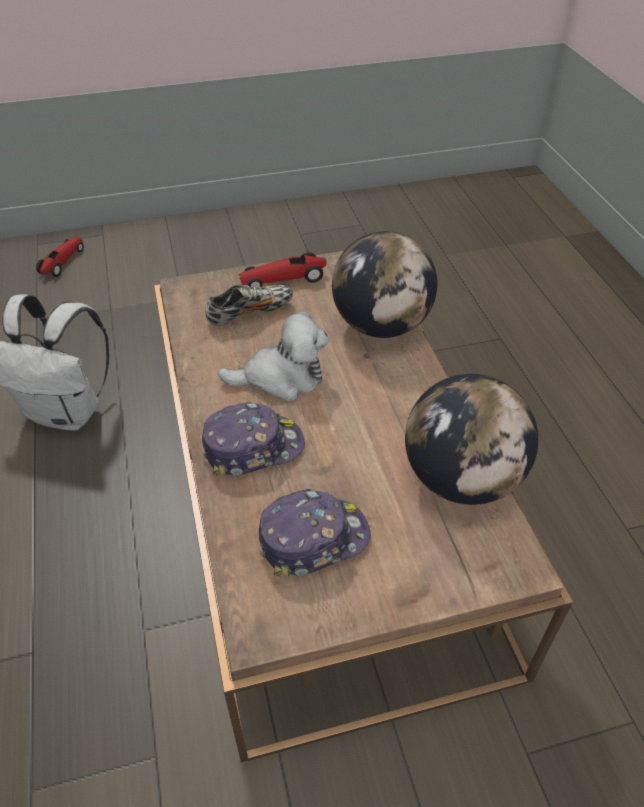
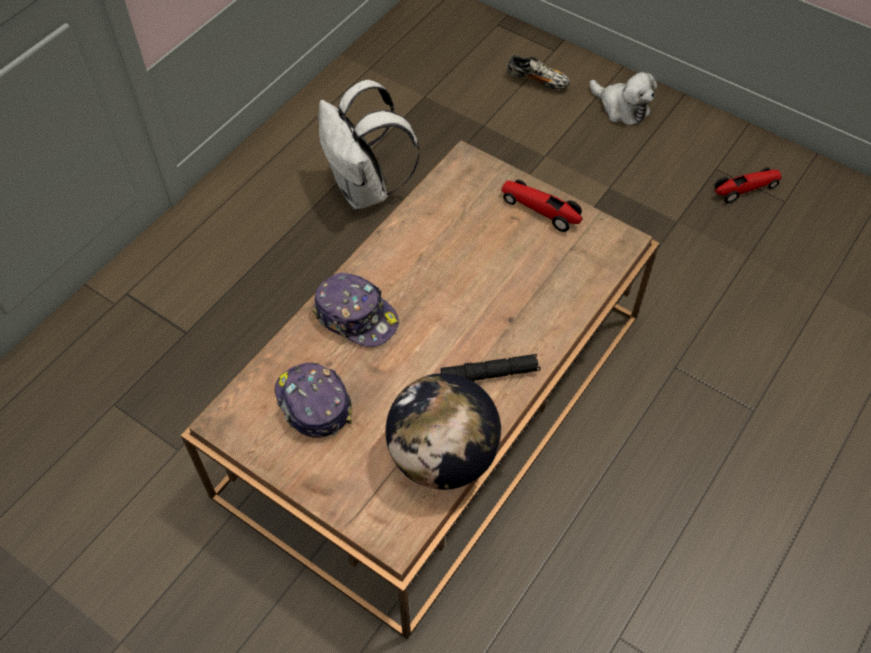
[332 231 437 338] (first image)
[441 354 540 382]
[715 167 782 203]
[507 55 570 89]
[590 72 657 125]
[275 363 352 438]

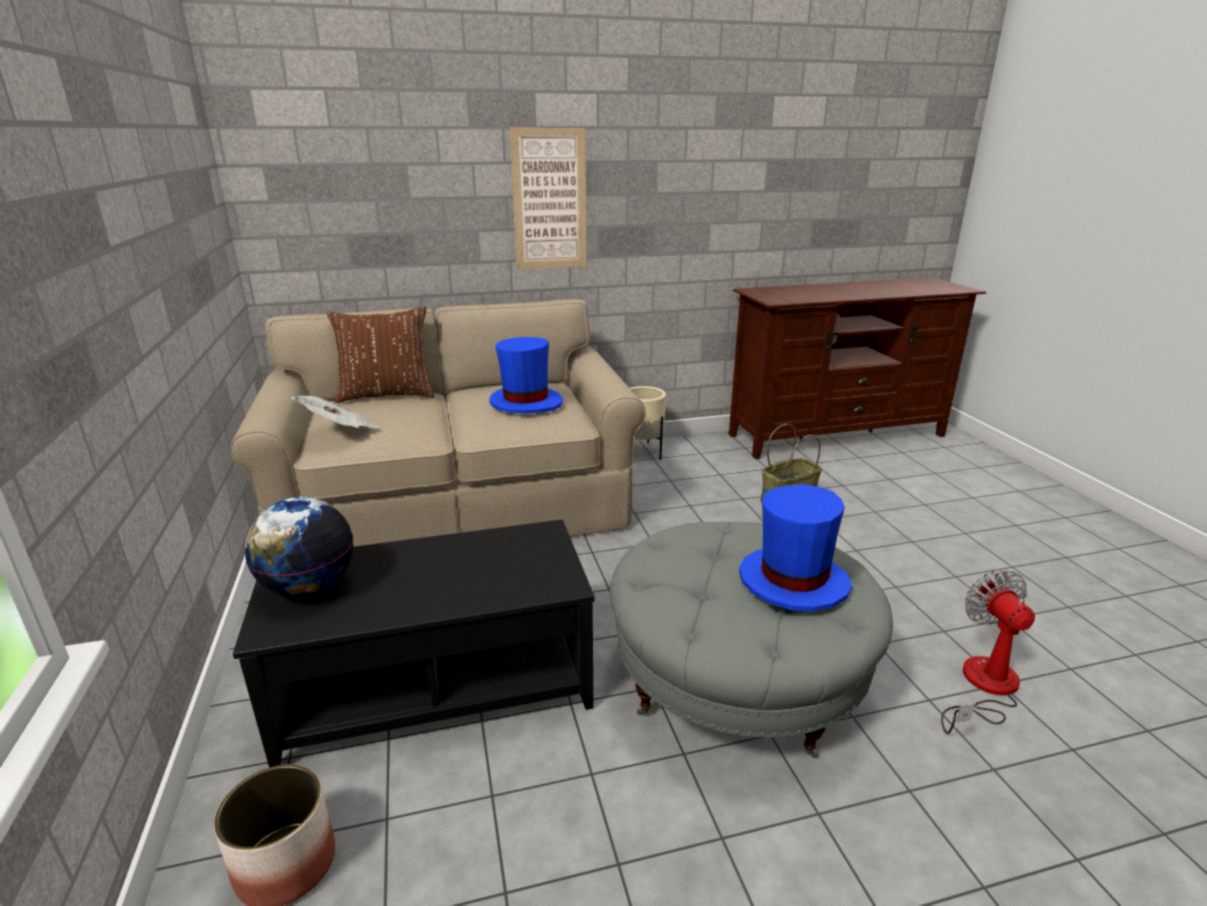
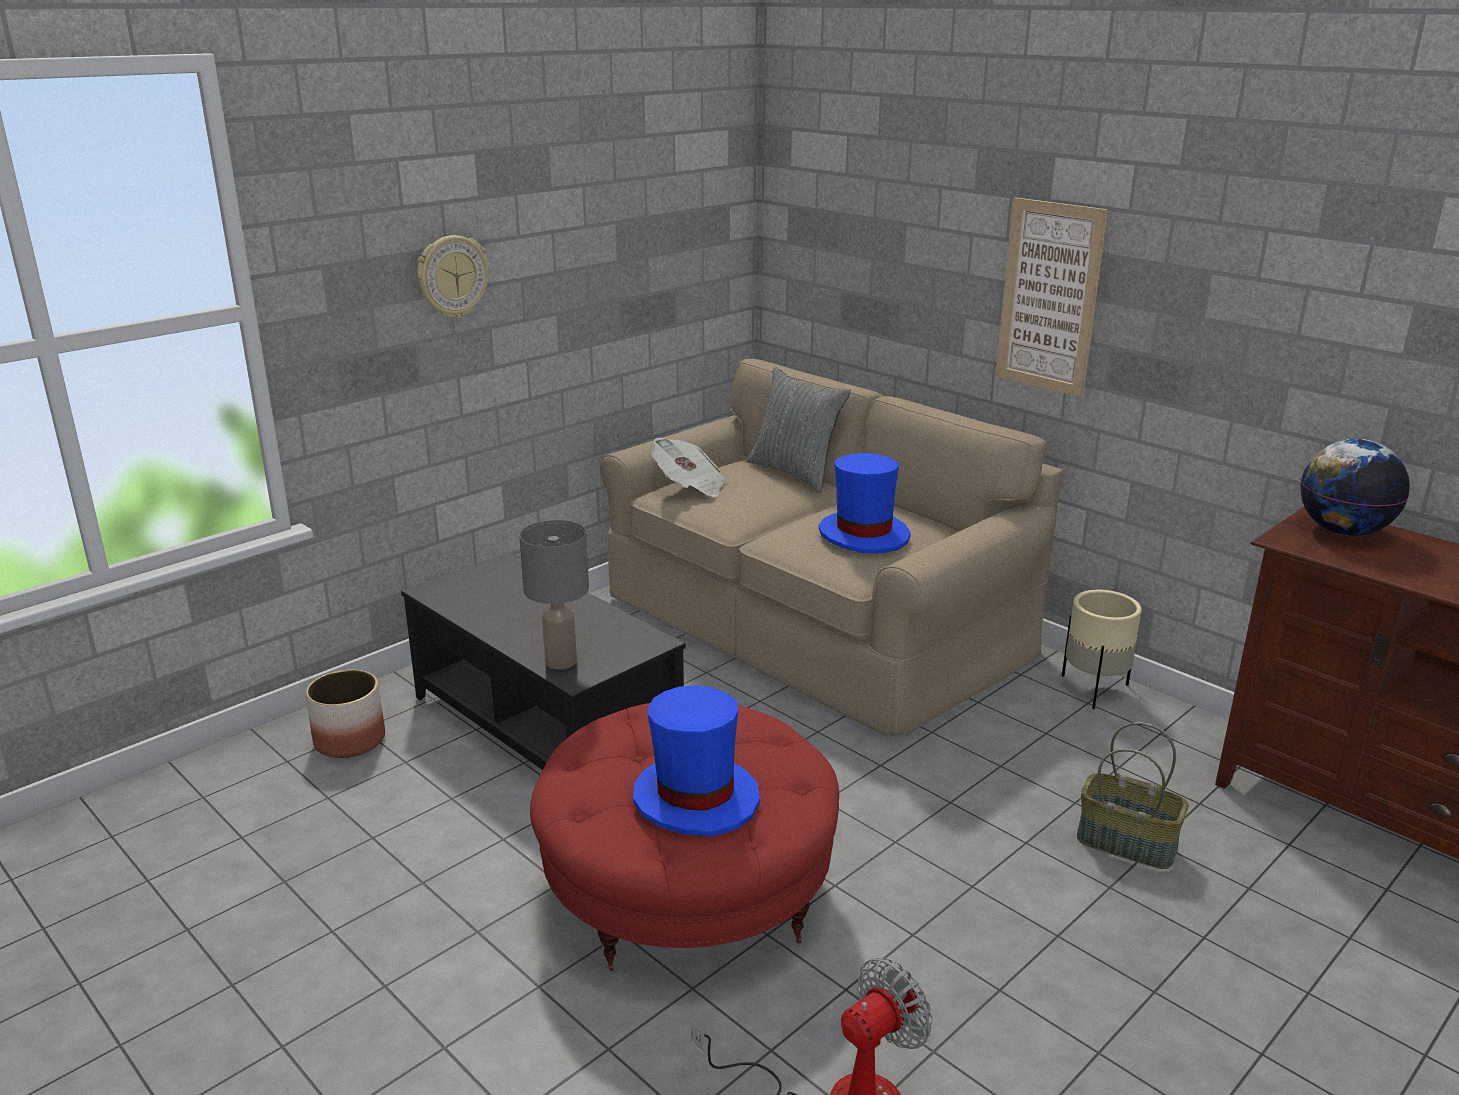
[417 235 489 318]
[519 520 589 669]
[1300 439 1410 536]
[747 367 851 493]
[530 703 839 971]

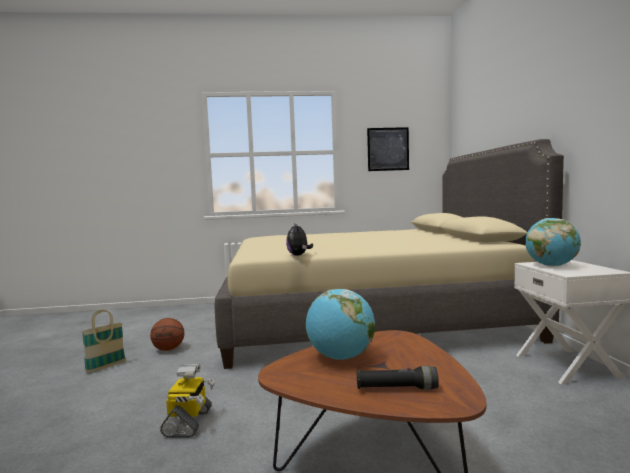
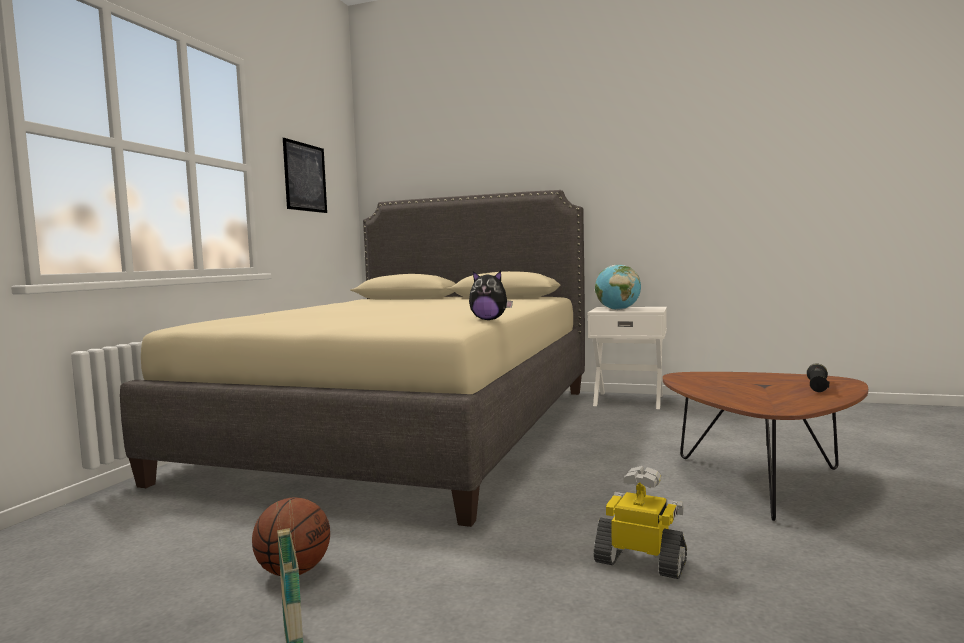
[306 289 375 360] (first image)

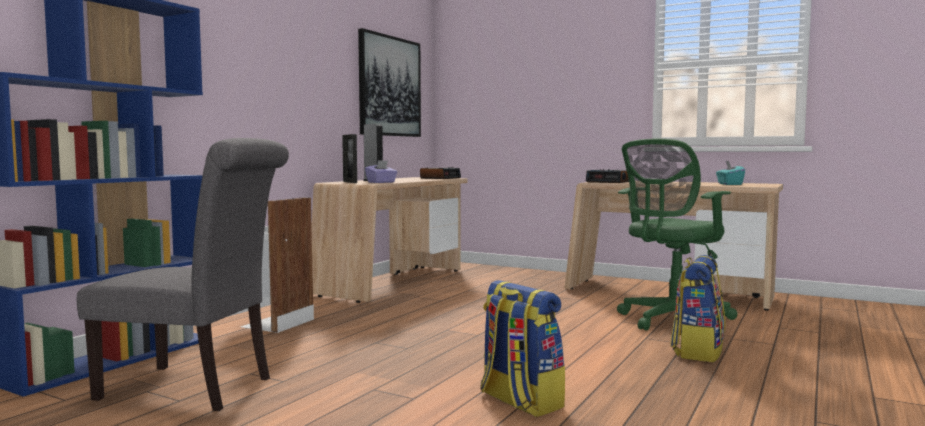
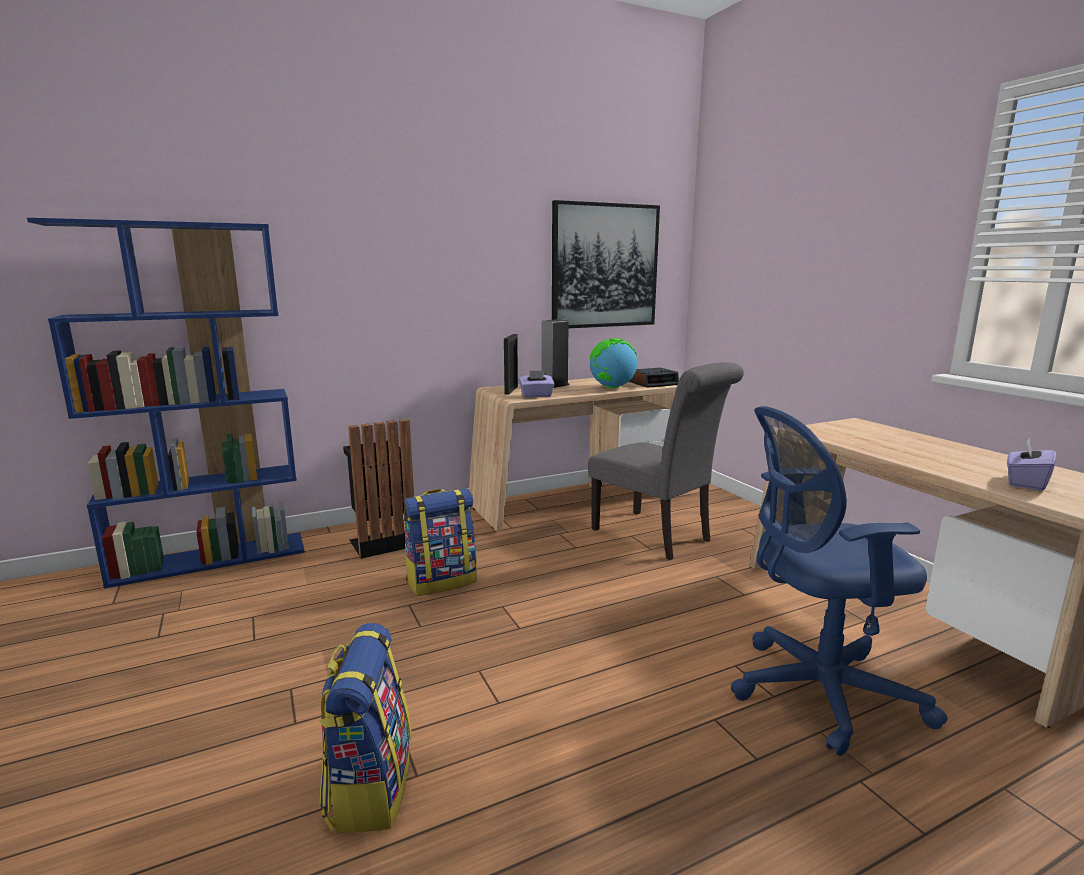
[586 169 629 183] (first image)
[590 338 637 388]
[588 362 744 560]
[403 488 477 596]
[343 419 414 559]
[731 406 948 756]
[1007 438 1056 491]

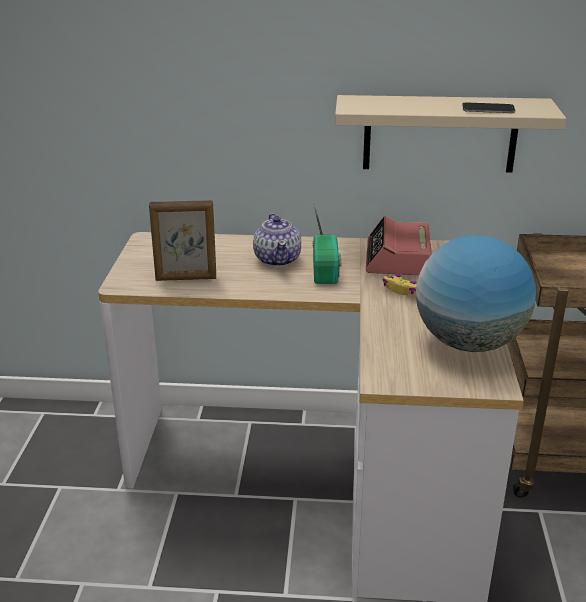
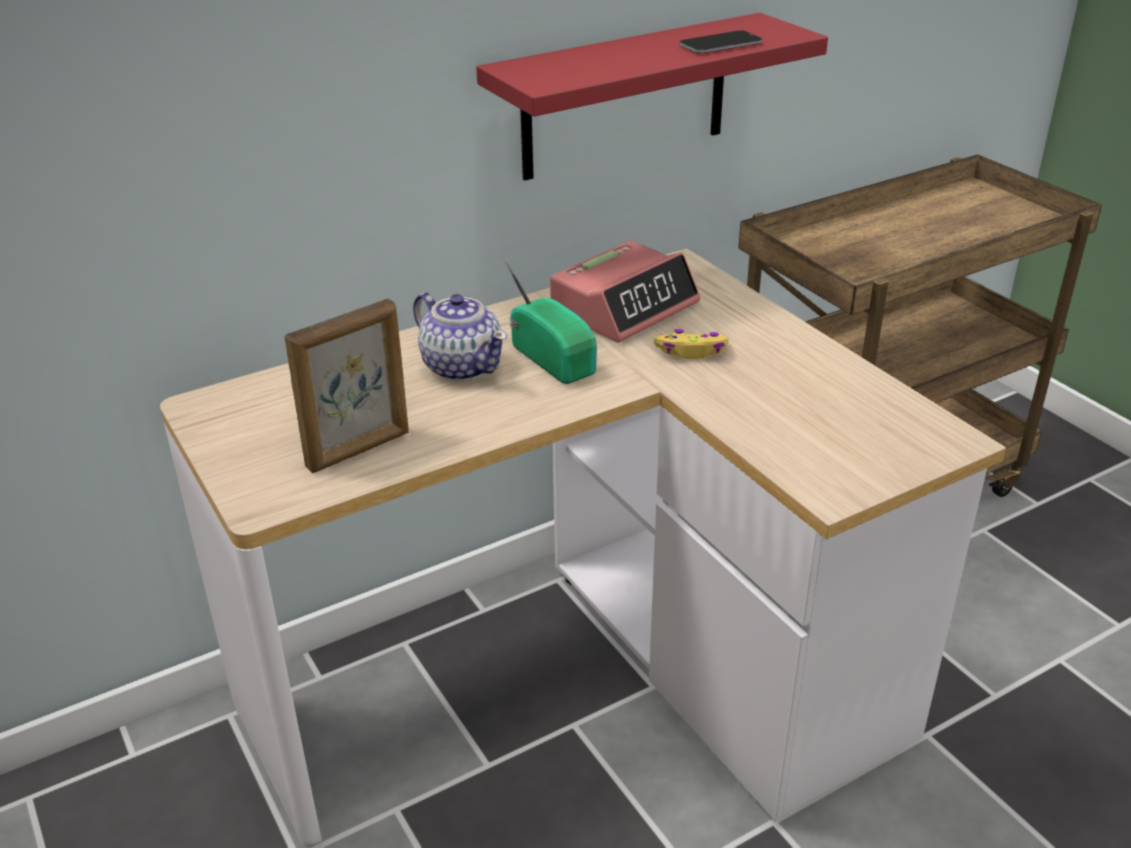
[416 235 536 352] (first image)
[476 13 828 180]
[550 241 700 343]

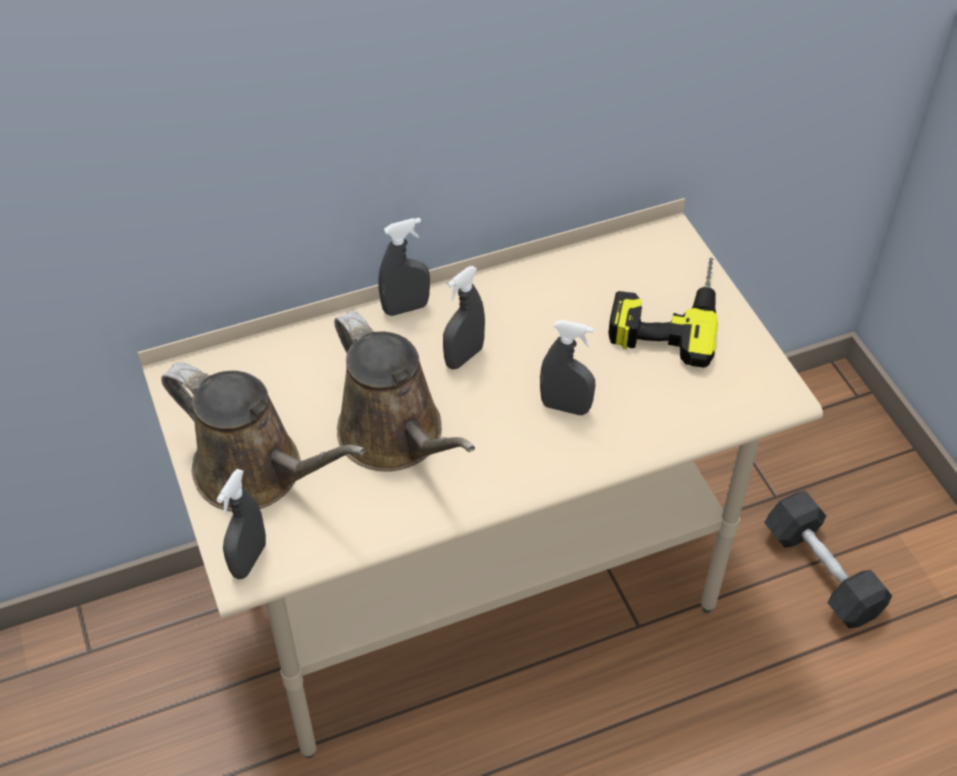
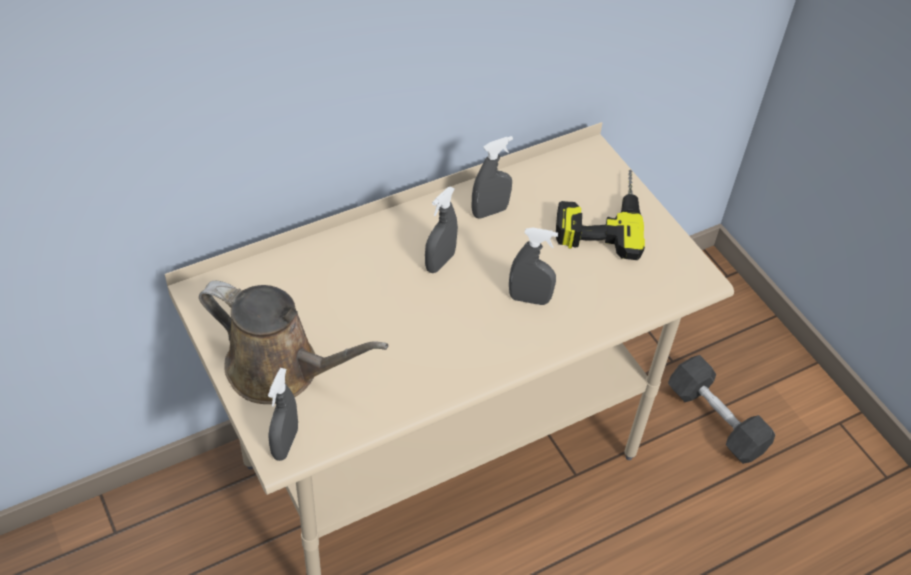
[334 310 475 472] (first image)
[472 136 513 219]

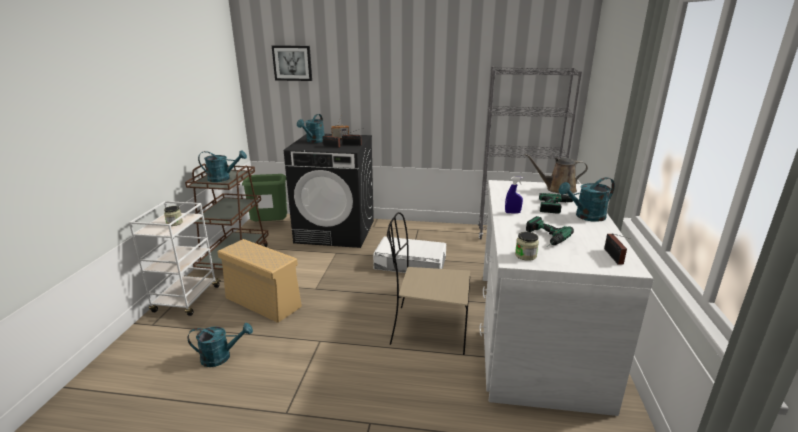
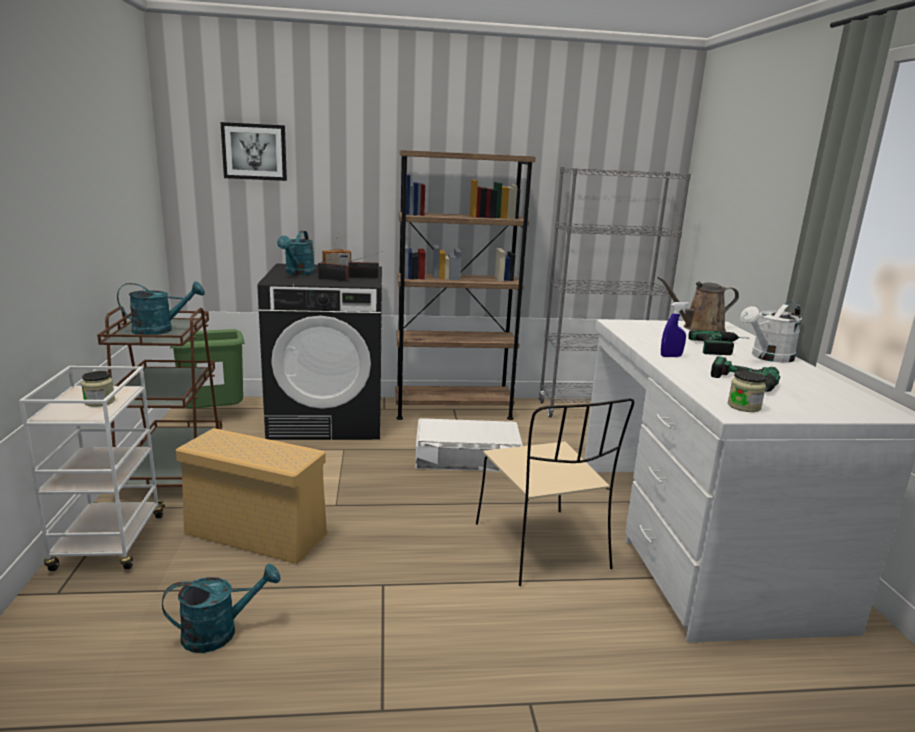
[604 233 631 265] (first image)
[396 150 536 420]
[741 301 802 363]
[476 398 634 586]

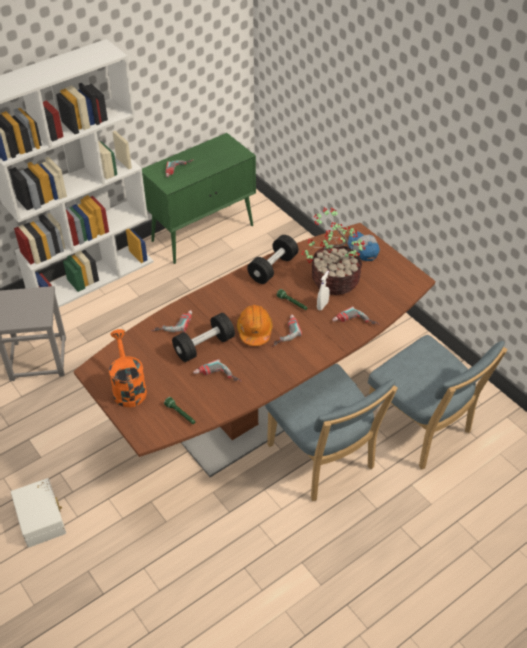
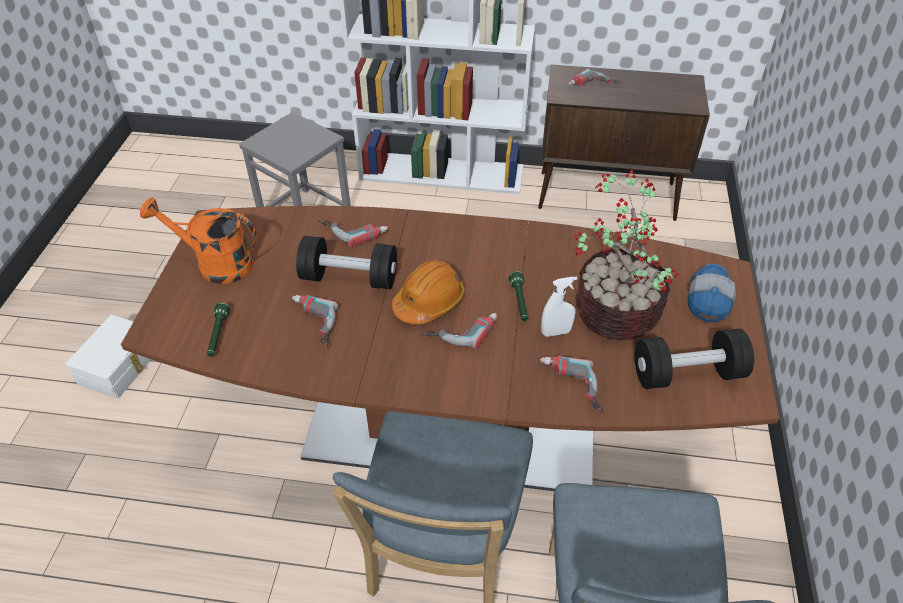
[635 329 754 389]
[538 65 710 221]
[140 197 257 284]

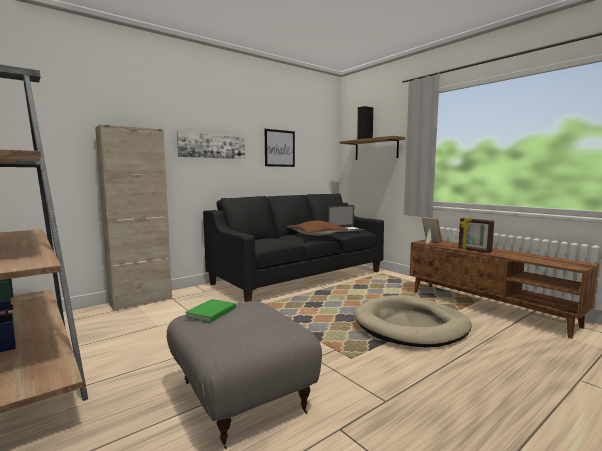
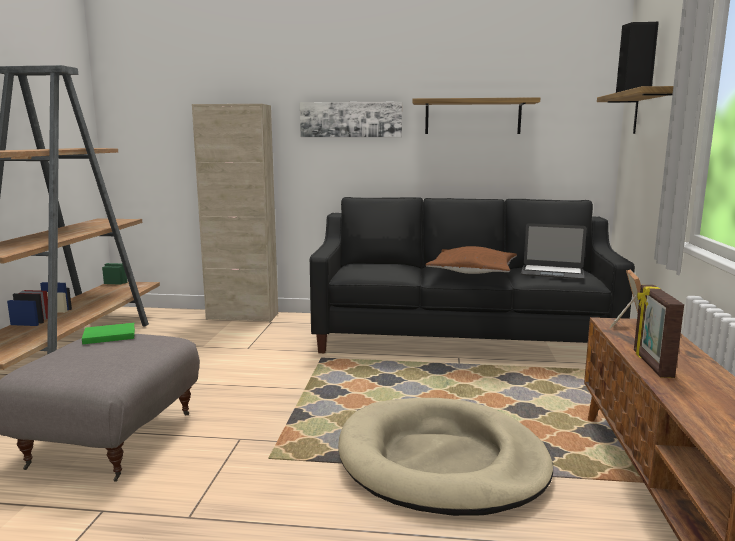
[412 97 540 134]

